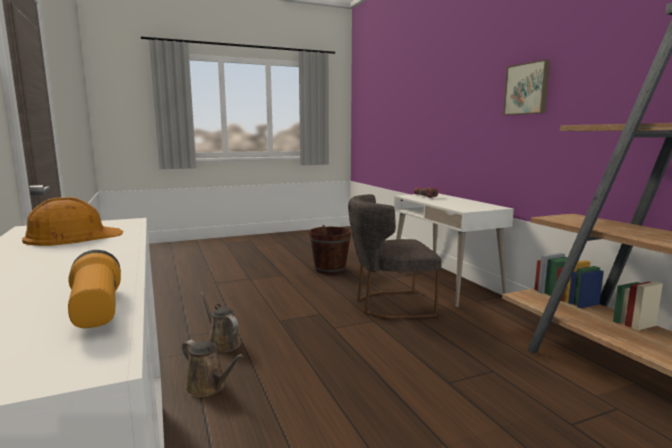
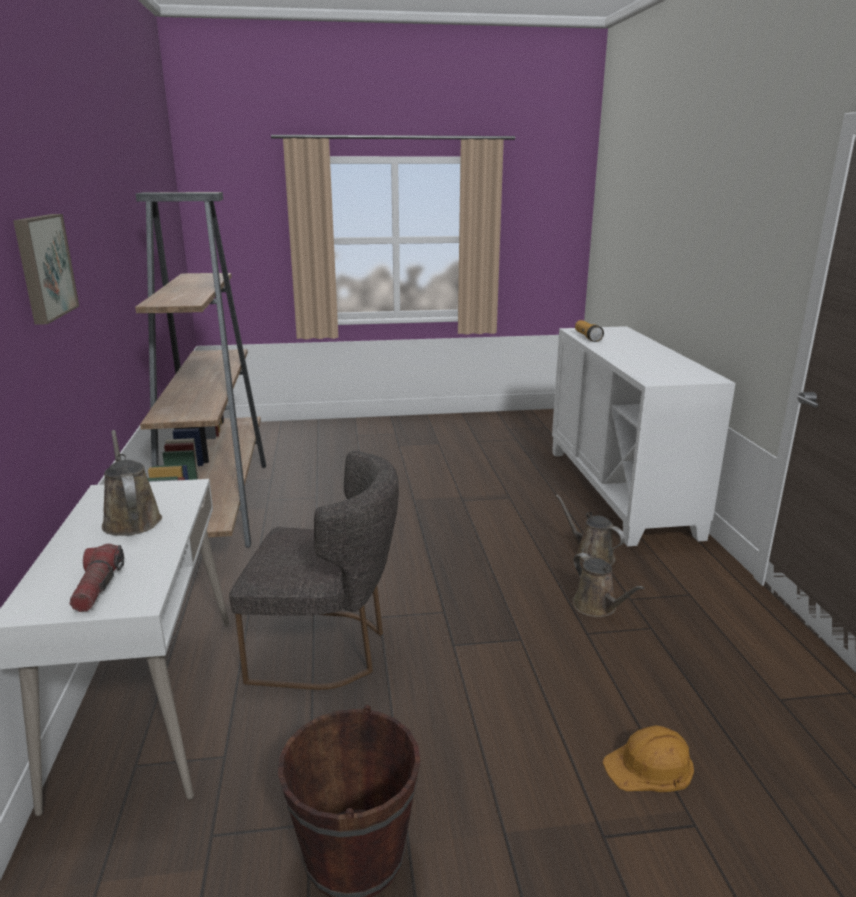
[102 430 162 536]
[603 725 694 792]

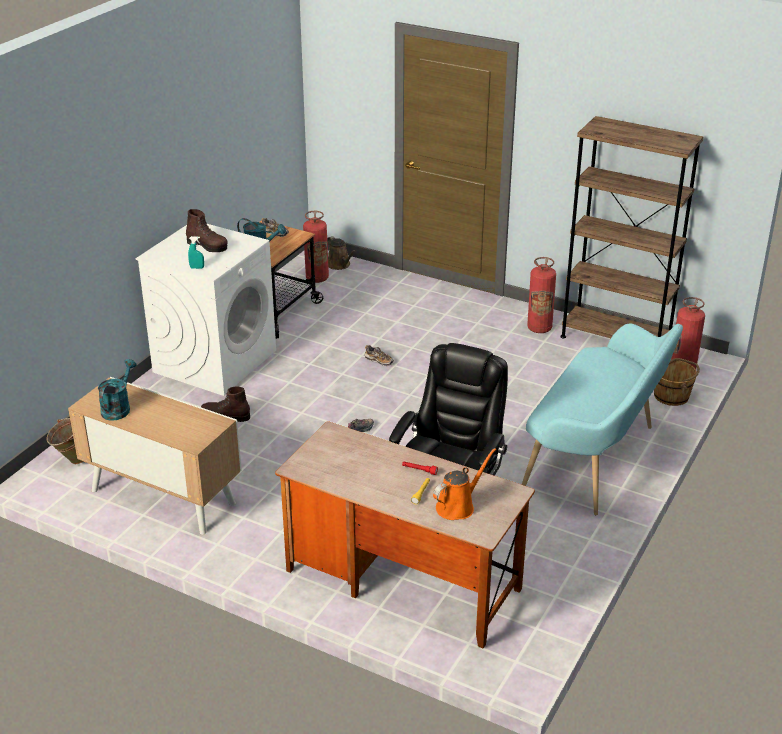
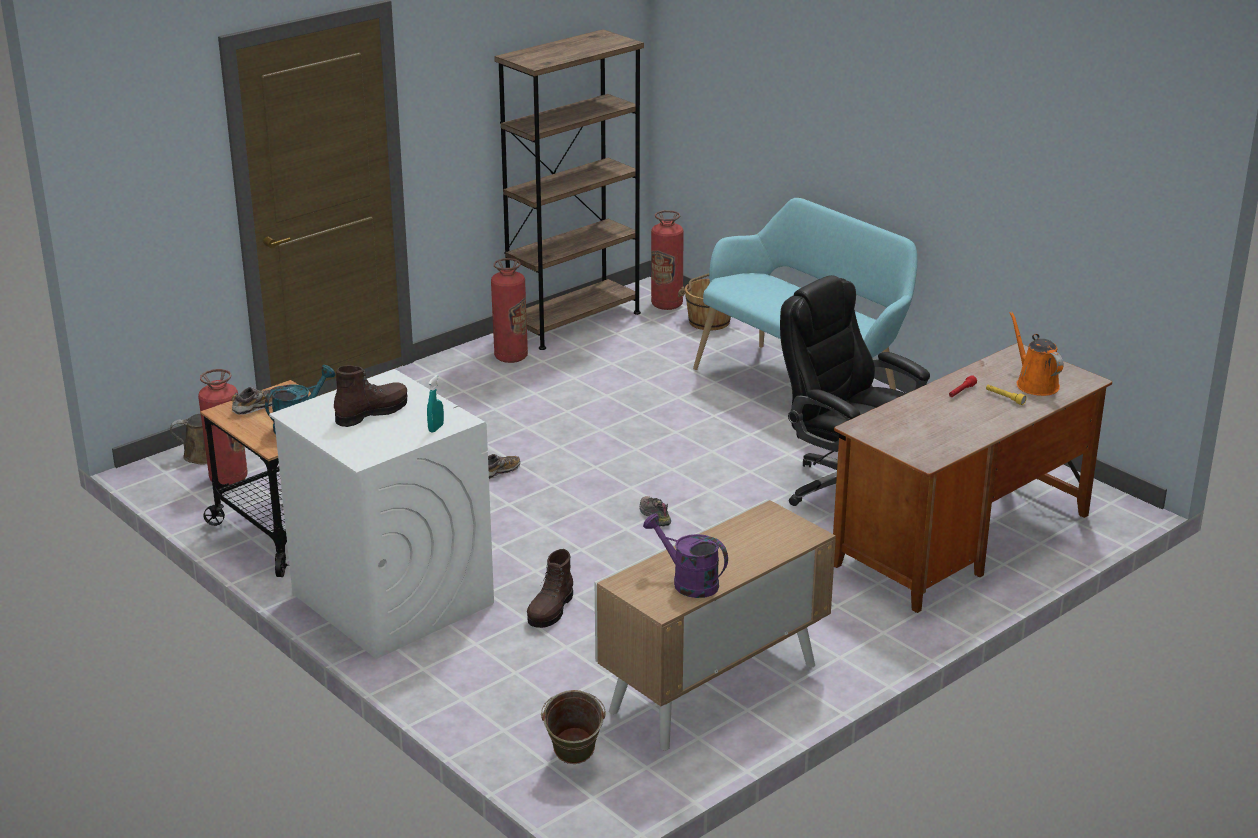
[643 513 728 598]

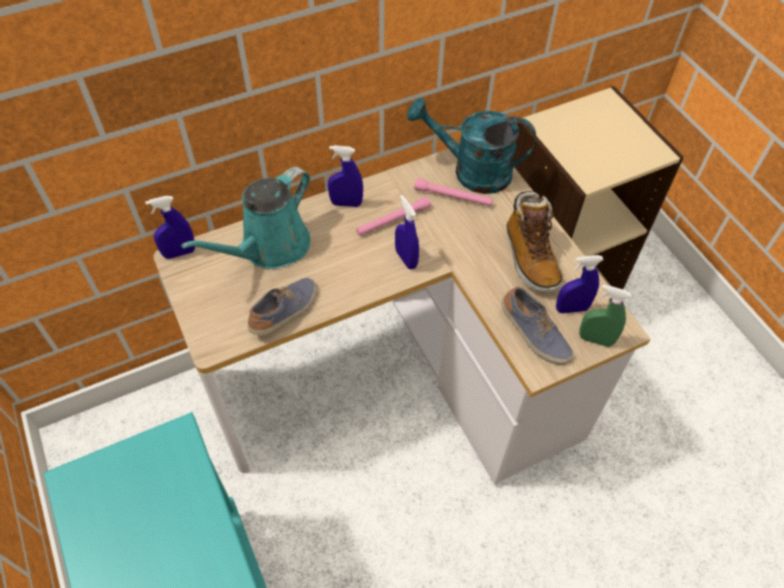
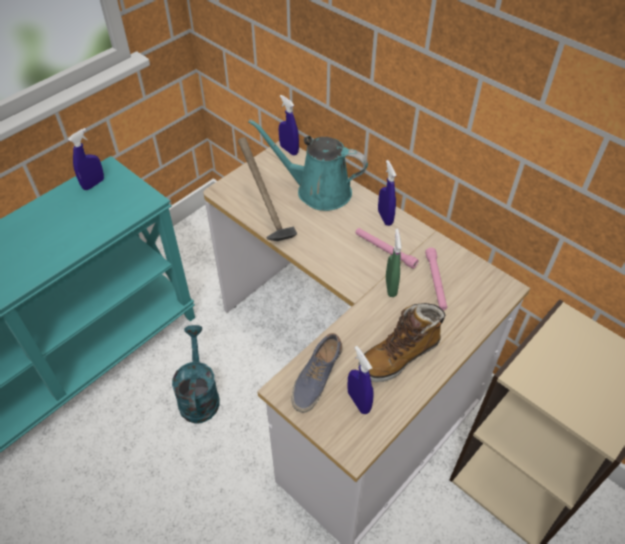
[68 128 104 190]
[172 325 219 424]
[386 229 401 297]
[238 138 297 241]

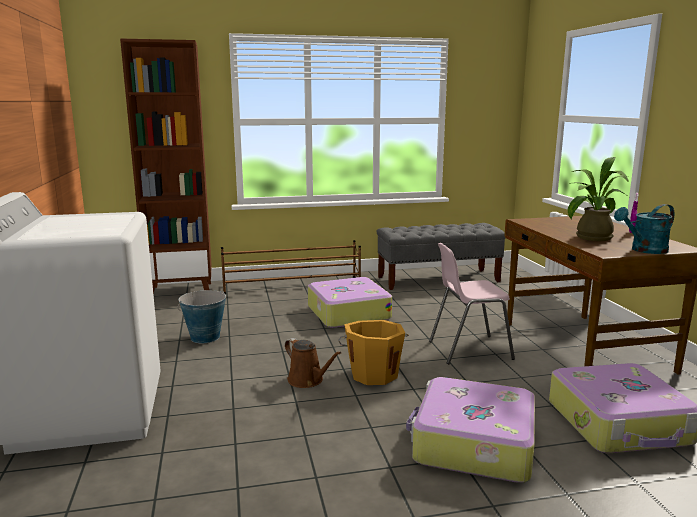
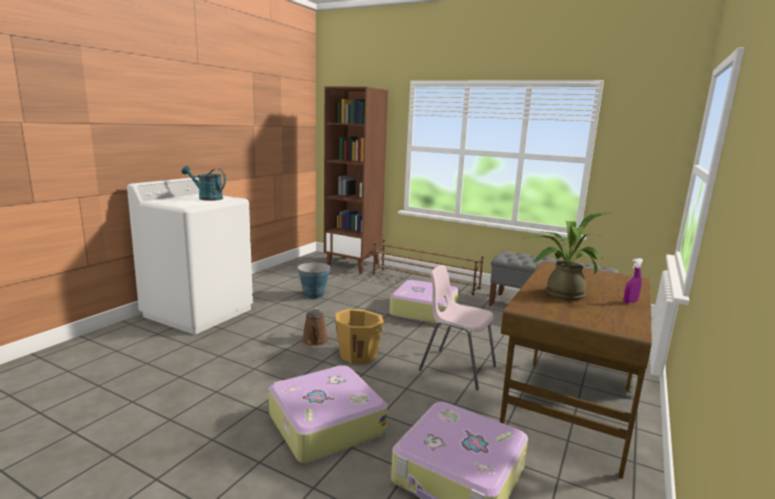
[182 166 226 201]

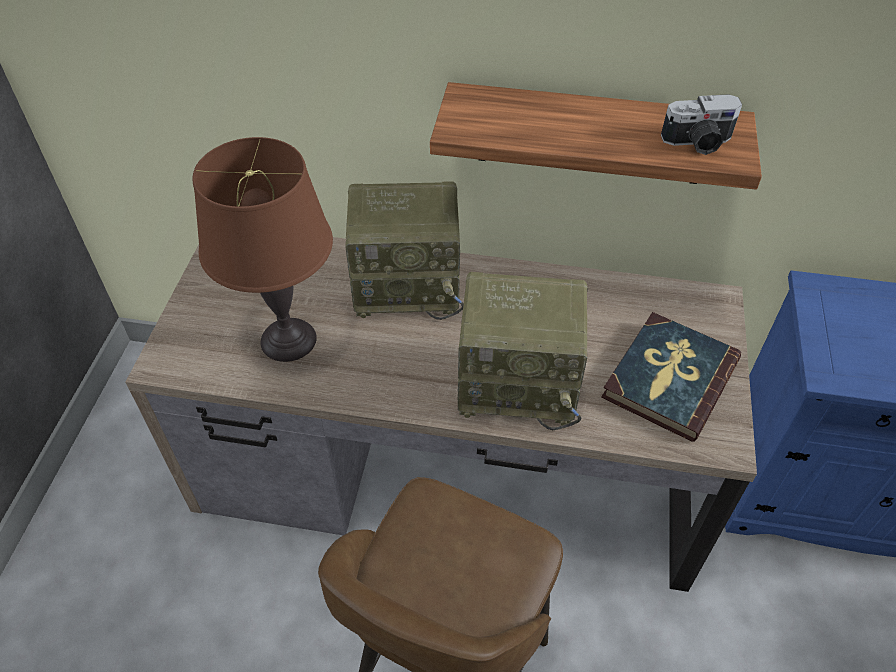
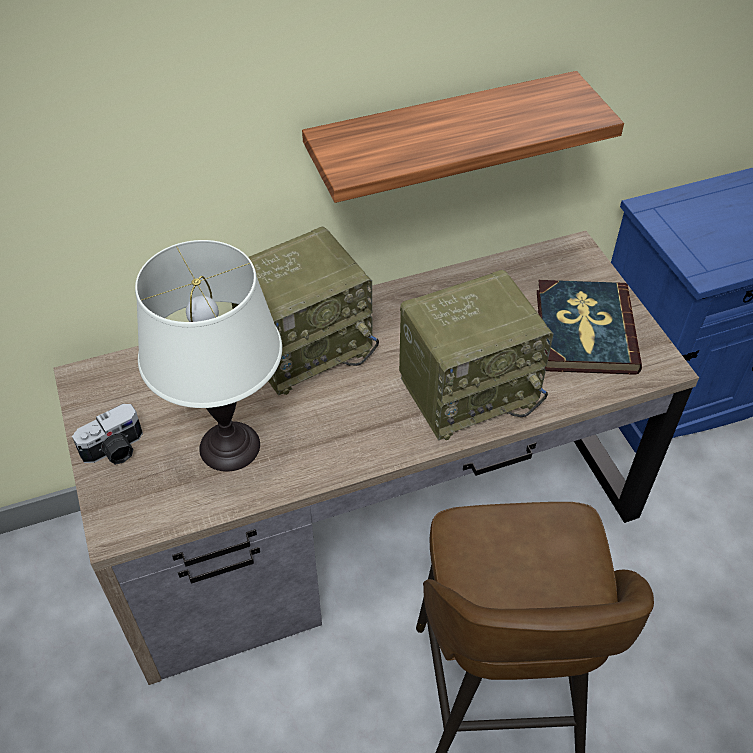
[72 404 143 465]
[135 240 282 472]

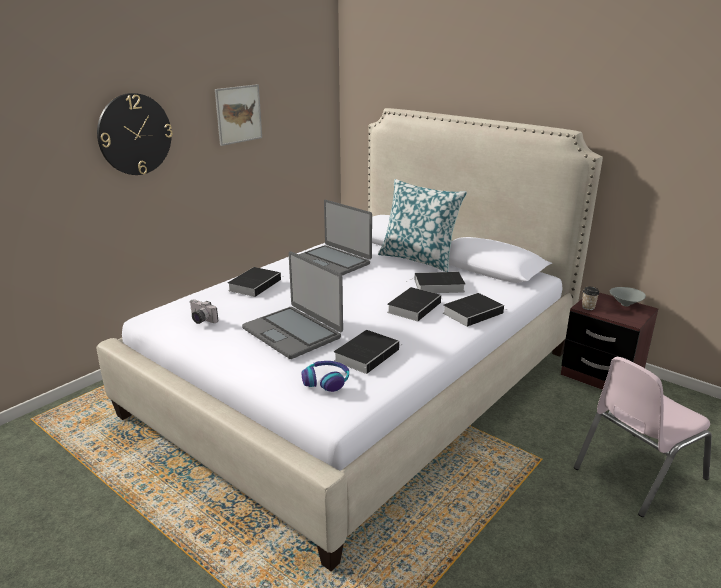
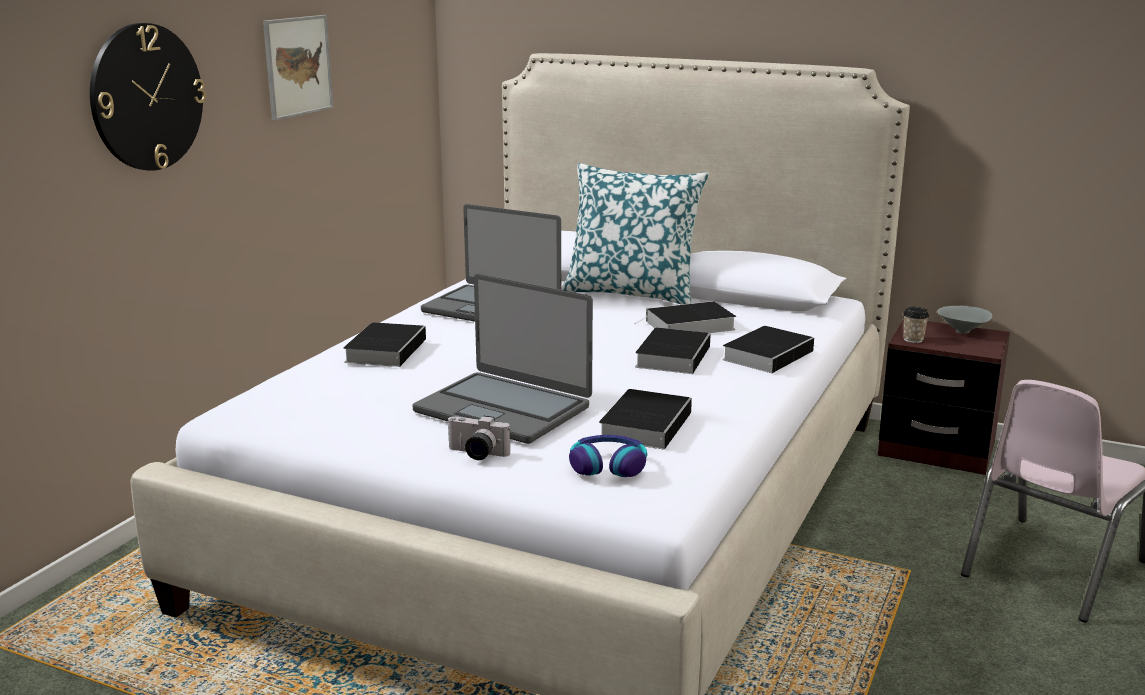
[447 415 510 460]

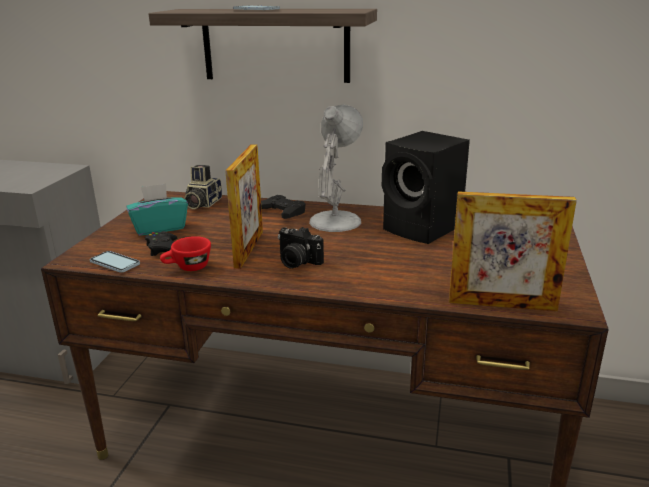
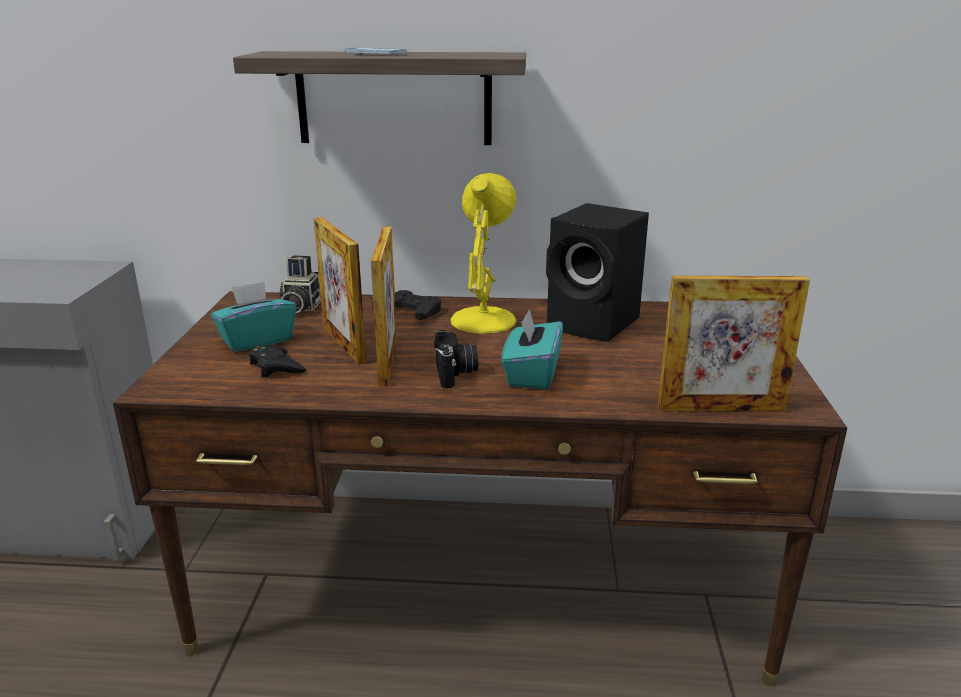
[90 251 140 273] (first image)
[160 236 211 271] (first image)
[314 217 366 365]
[501 309 563 390]
[450 173 517 334]
[434 330 478 388]

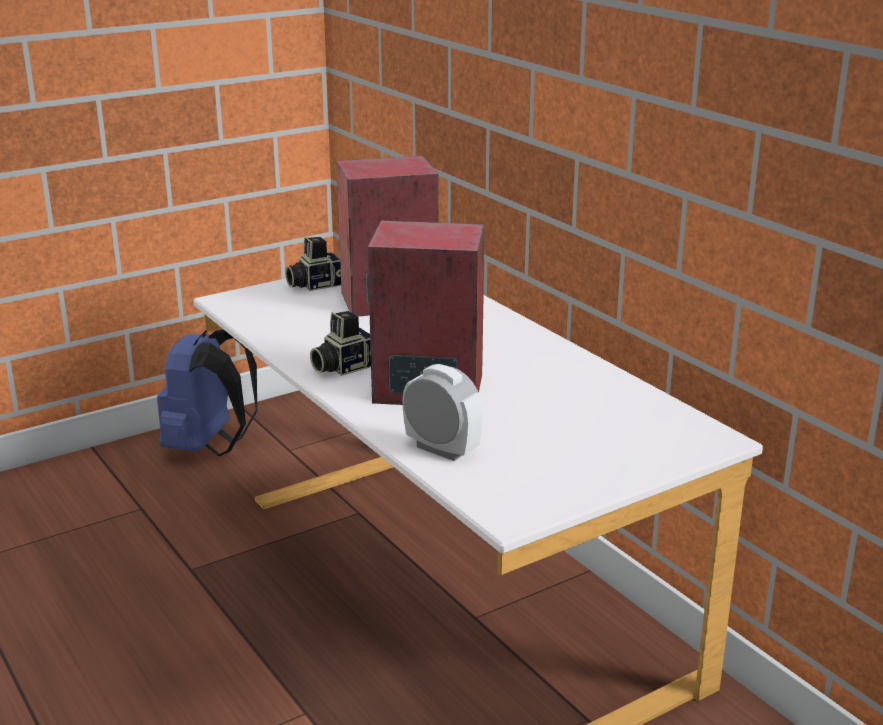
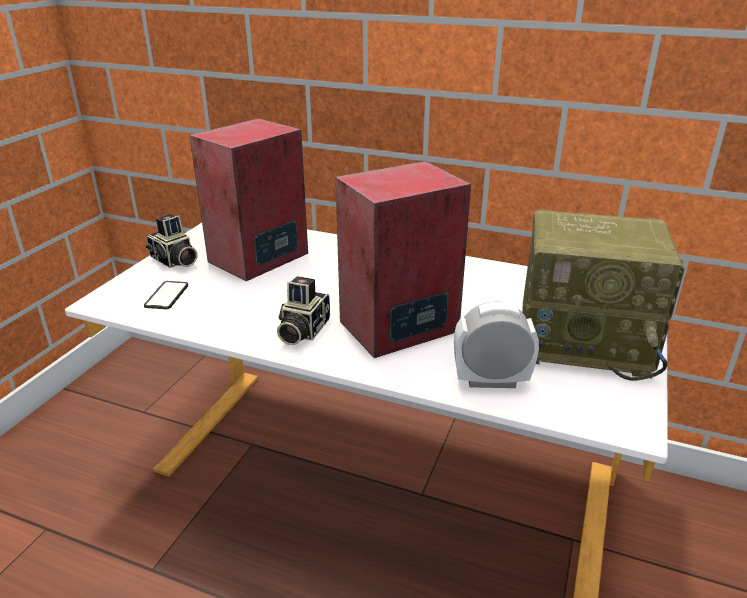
[157 329 257 456] (first image)
[144 281 188 309]
[522 210 685 381]
[146 214 197 268]

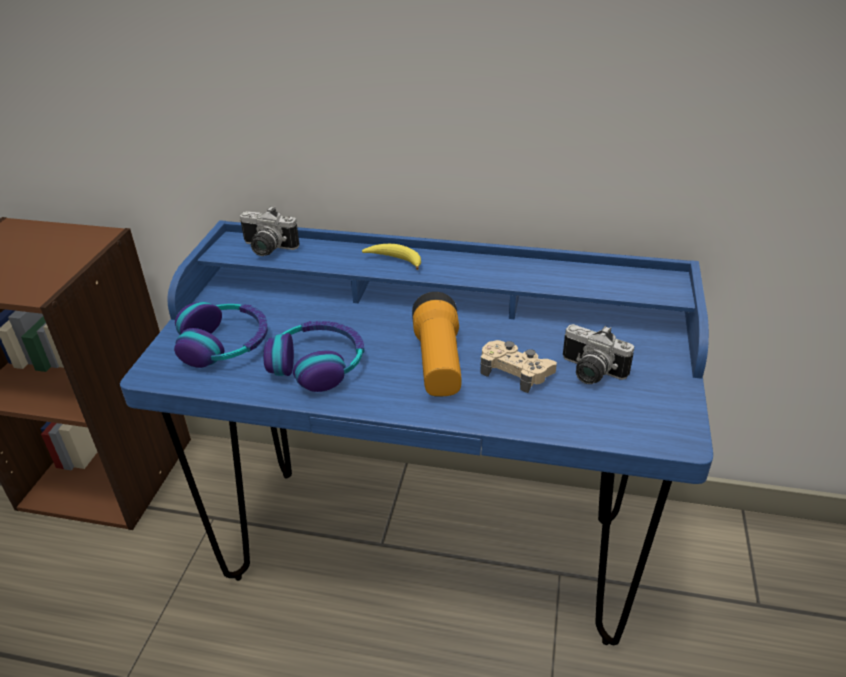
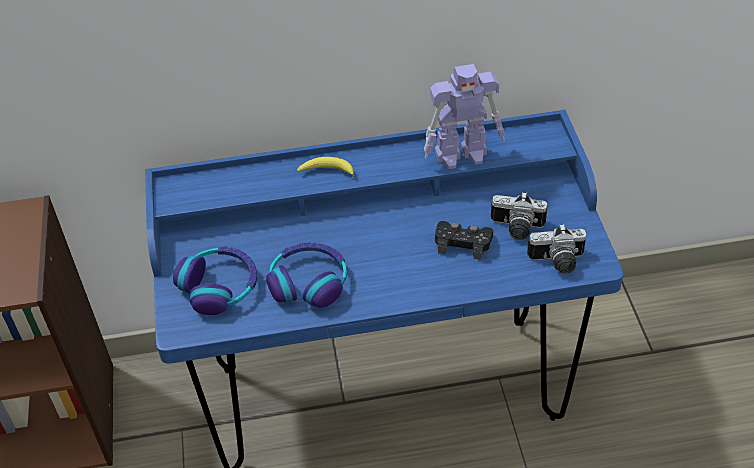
[412 292 462 397] (first image)
[424 64 505 169]
[527 224 586 274]
[435 221 493 260]

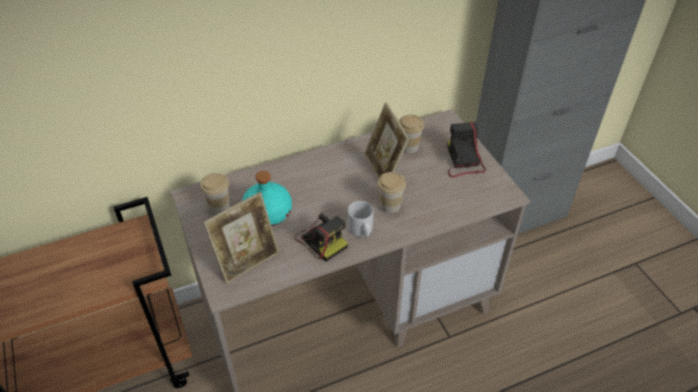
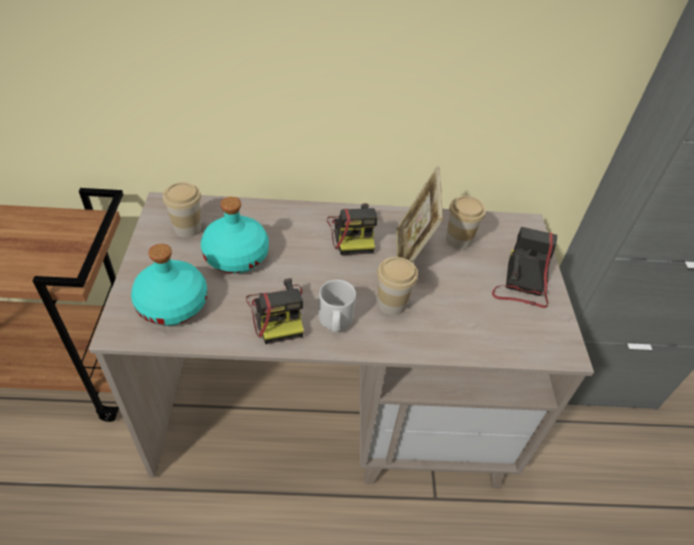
[327 203 378 255]
[131 244 207 326]

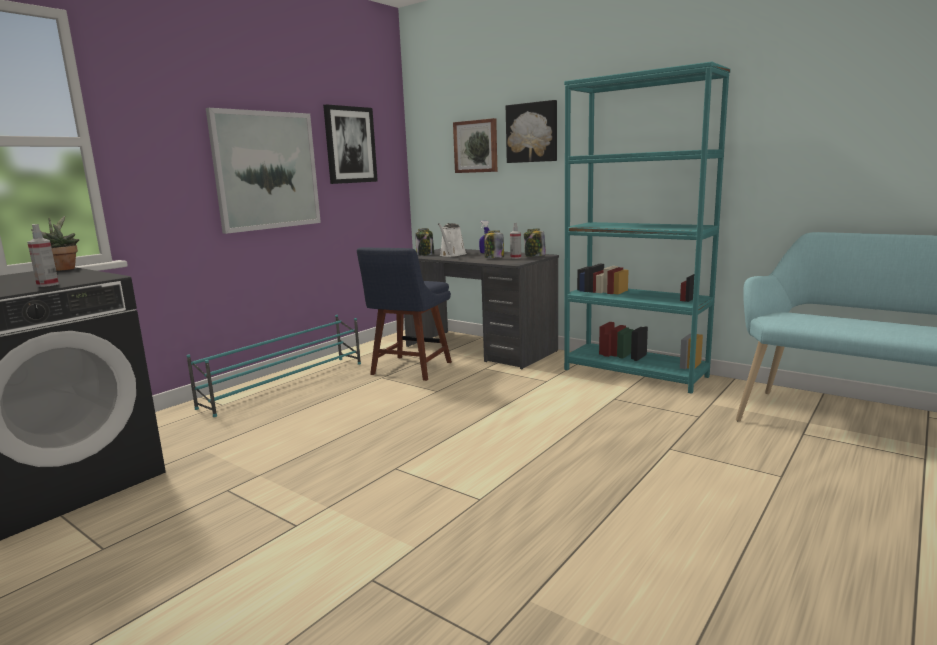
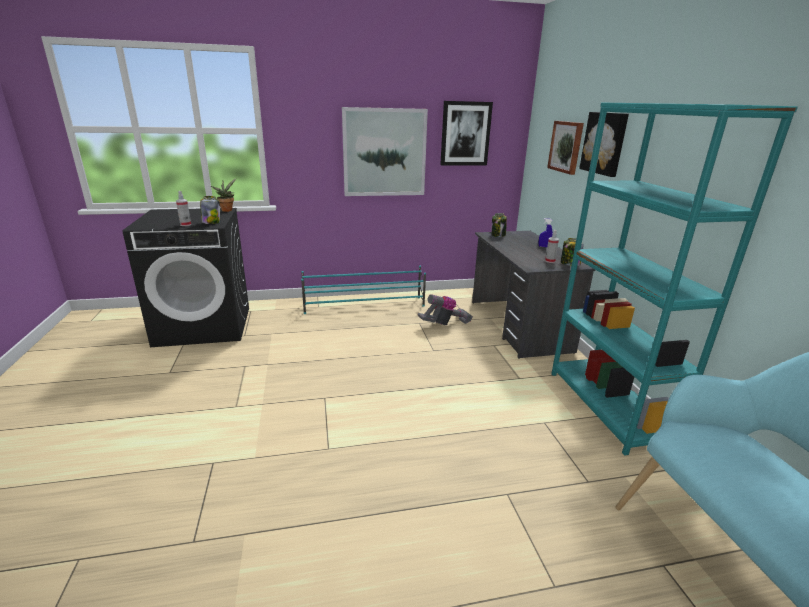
[438 223 467 257] (first image)
[200 196 221 224]
[417 294 473 325]

